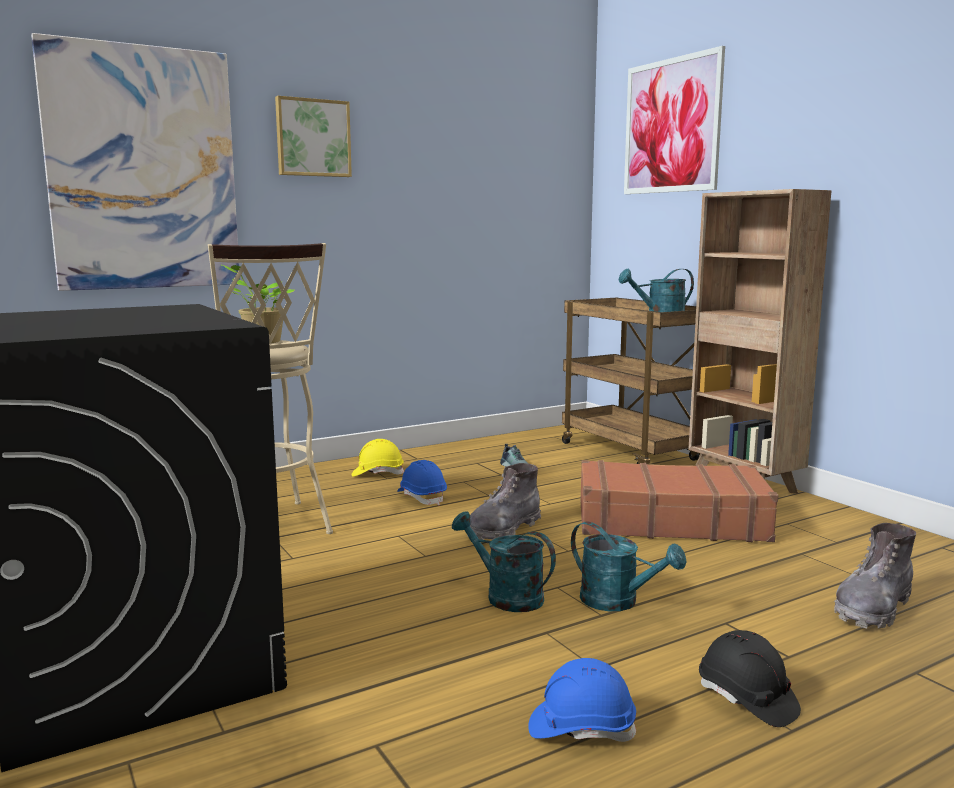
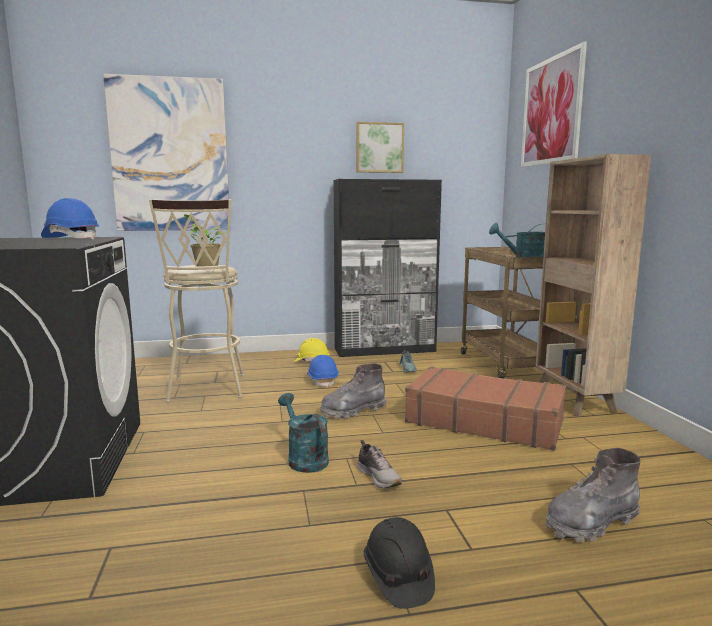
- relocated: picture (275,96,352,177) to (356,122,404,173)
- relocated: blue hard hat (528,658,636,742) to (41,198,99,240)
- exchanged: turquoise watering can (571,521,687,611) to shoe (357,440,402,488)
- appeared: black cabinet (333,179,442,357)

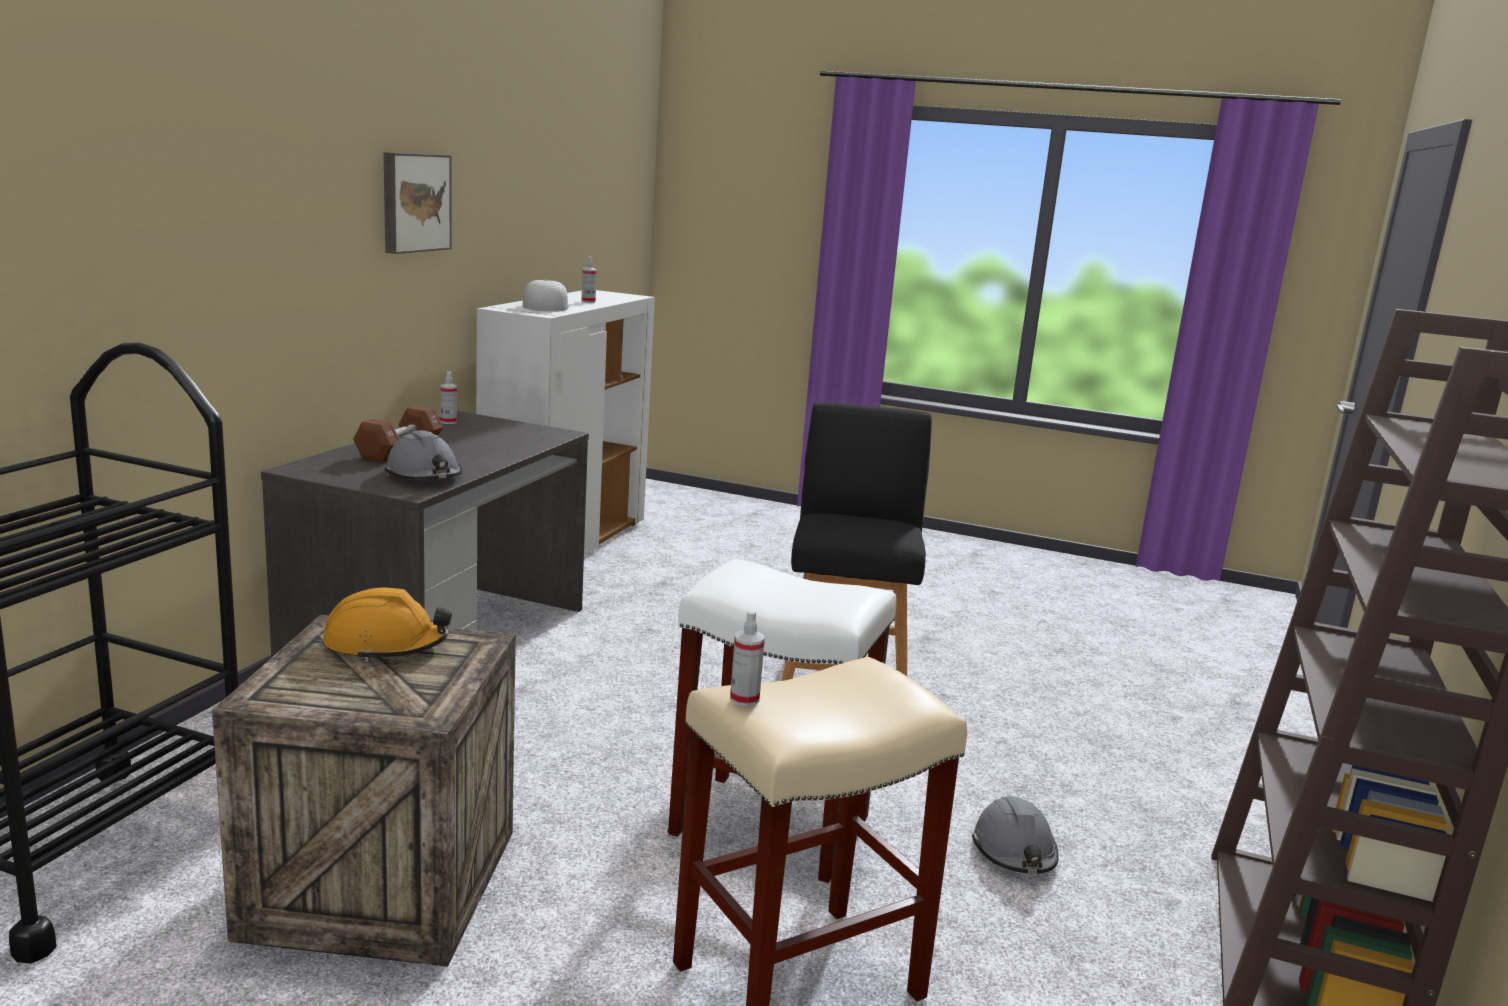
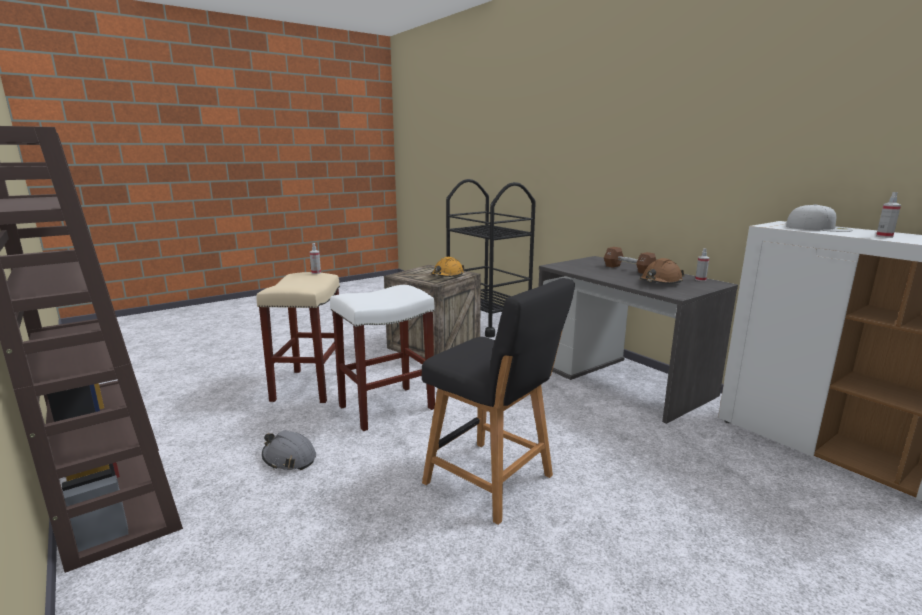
- missing: picture (384,152,452,254)
- missing: grey hard hat (385,430,462,480)
- appeared: brown hard hat (640,258,684,284)

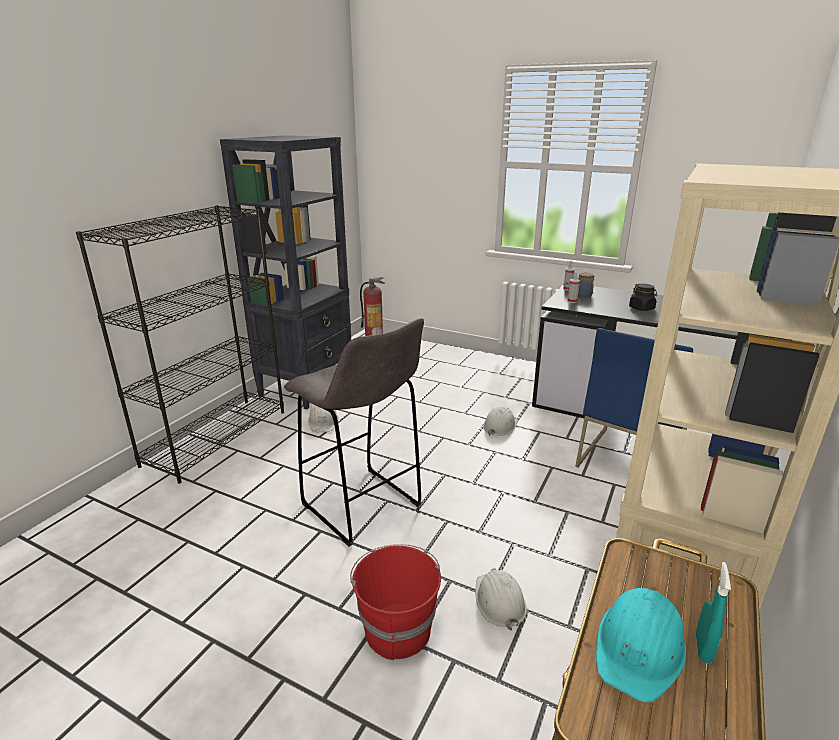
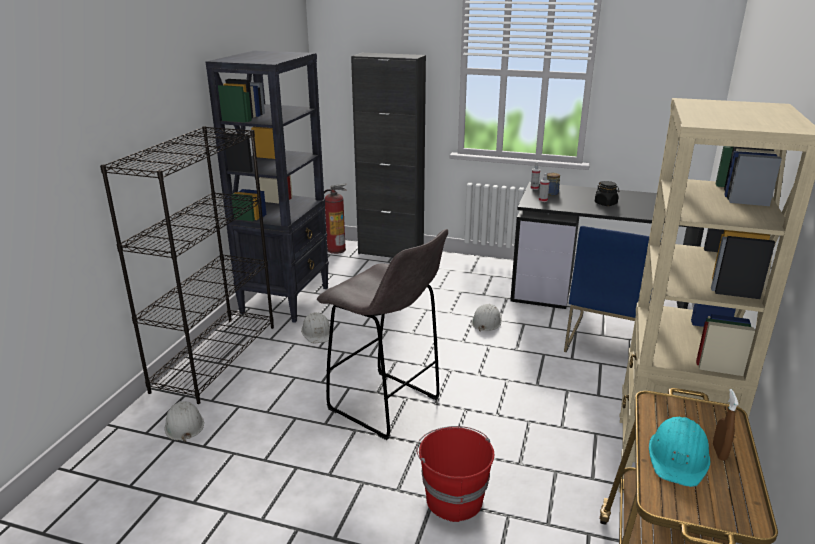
- relocated: white hard hat (476,568,527,630) to (165,401,204,442)
- colour: turquoise spray bottle (696,562,731,663) to brown spray bottle (713,389,739,461)
- appeared: black cabinet (351,53,426,258)

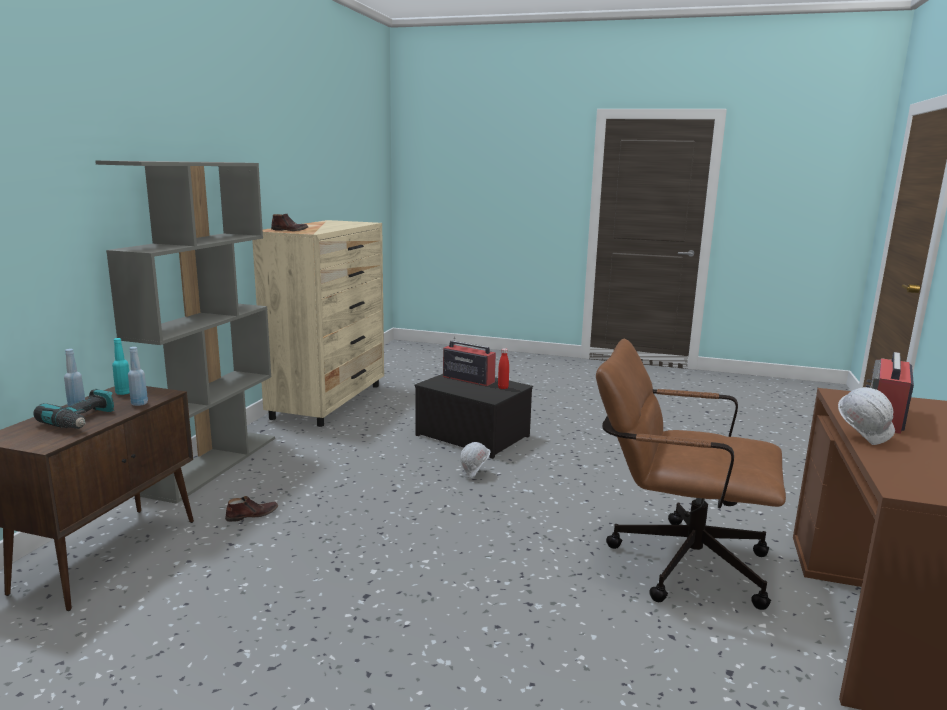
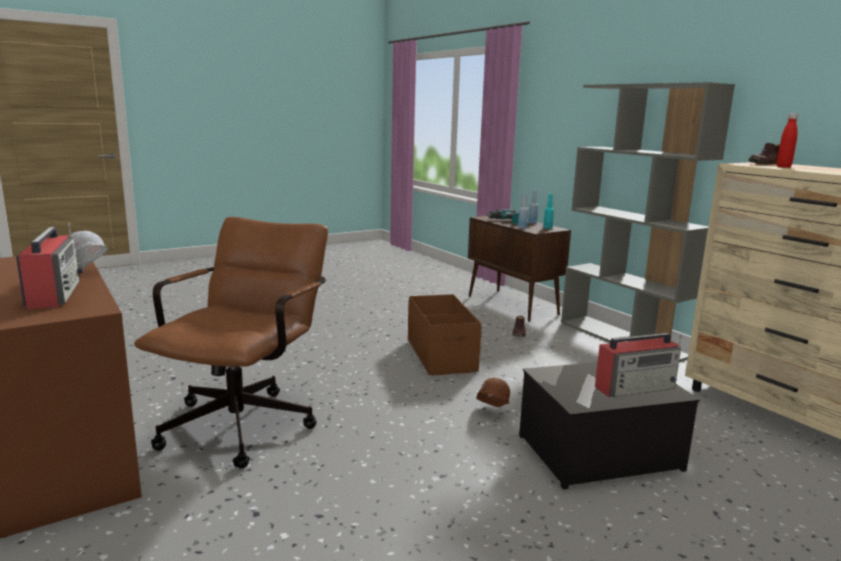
- colour: white hard hat (460,442,491,478) to brown hard hat (477,377,510,407)
- relocated: red bottle (498,348,509,389) to (777,114,798,168)
- spun: brown office chair (596,339,786,610) = (134,217,328,469) 45 degrees counterclockwise
- appeared: brown storage box (408,294,481,375)

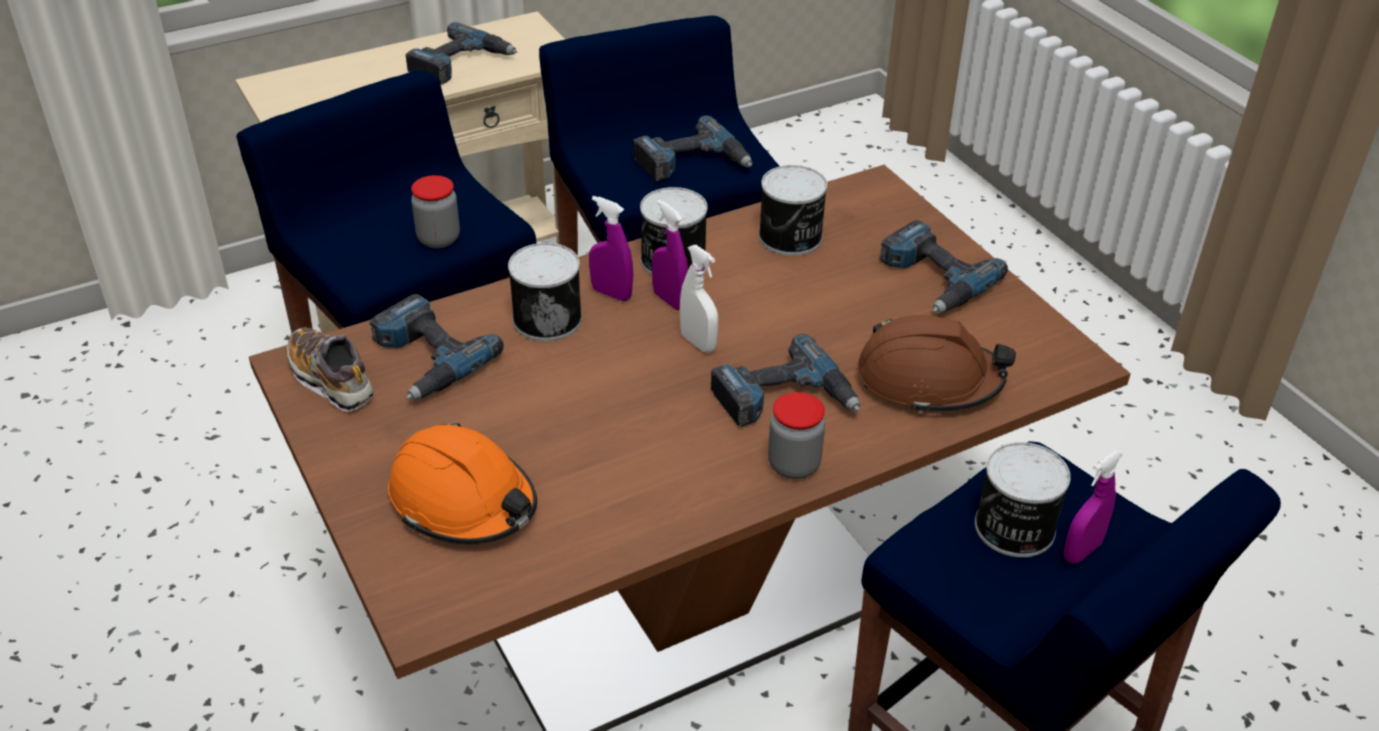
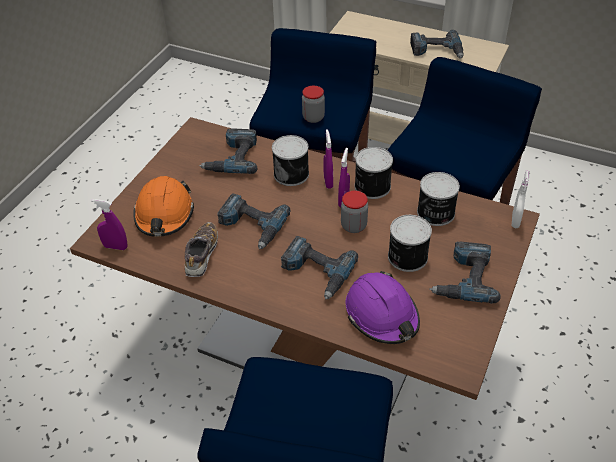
- relocated: shoe (287,328,374,412) to (185,222,218,277)
- relocated: power drill (633,115,752,181) to (217,193,290,249)
- relocated: white spray bottle (680,245,719,353) to (512,171,529,228)
- relocated: jar (768,392,825,479) to (341,191,368,233)
- colour: brown hard hat (857,315,1016,414) to purple hard hat (346,271,420,344)
- relocated: can (975,442,1071,558) to (388,215,432,272)
- relocated: purple spray bottle (1064,450,1123,564) to (91,199,128,250)

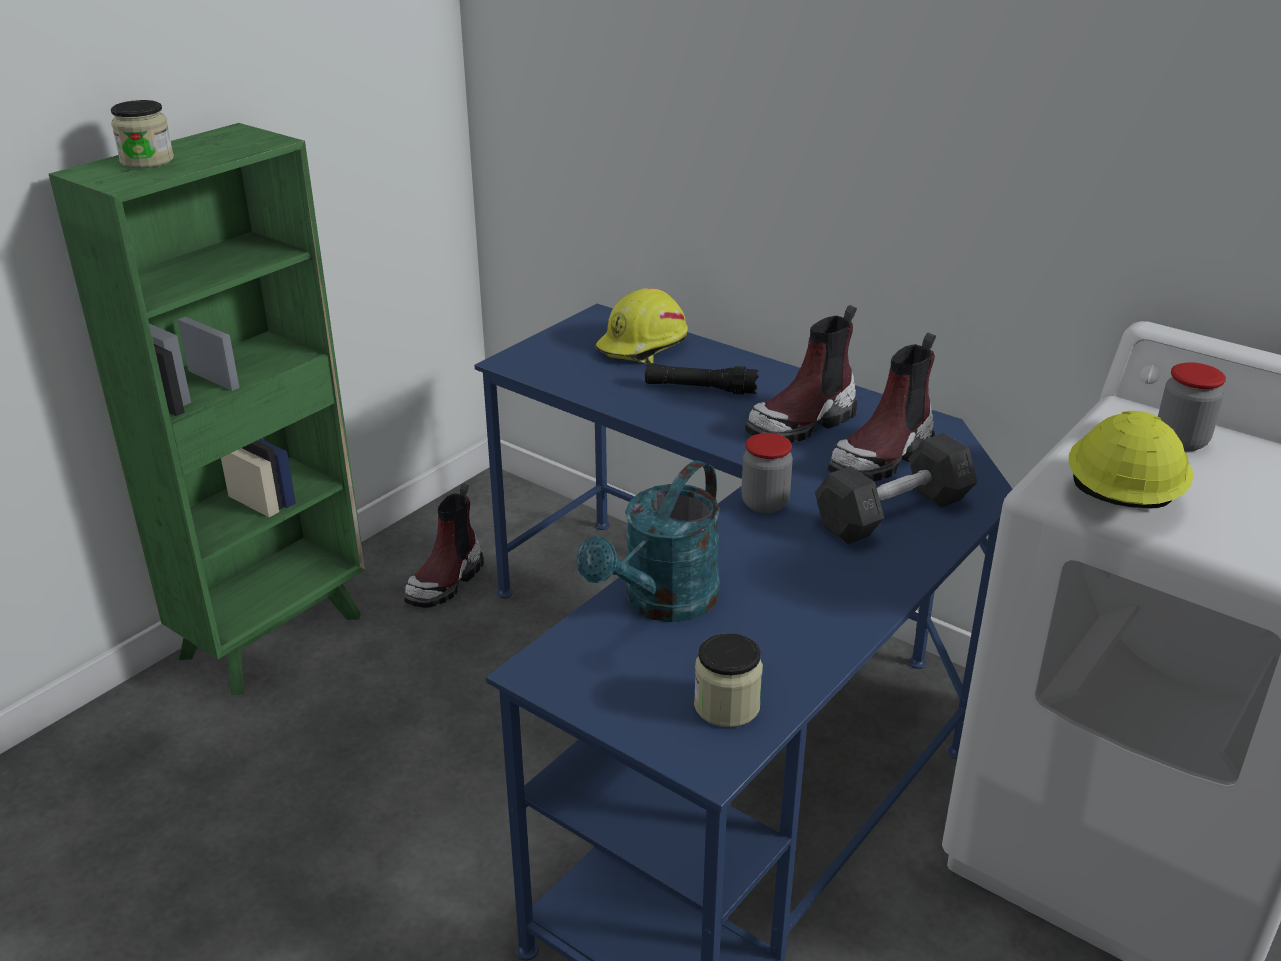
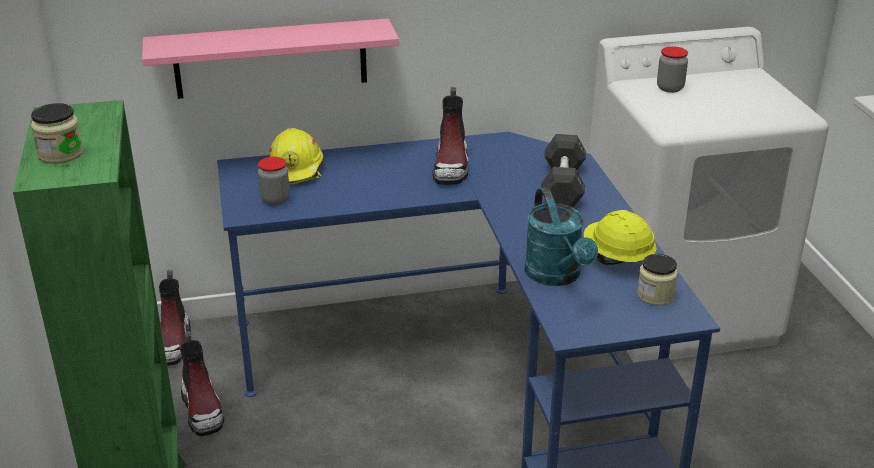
- missing: black flashlight (645,363,759,395)
- relocated: jar (741,433,793,513) to (258,157,290,205)
- relocated: boot (828,333,936,481) to (159,270,191,366)
- relocated: yellow hard hat (1069,411,1193,508) to (584,210,657,265)
- appeared: pink shelf (142,19,399,99)

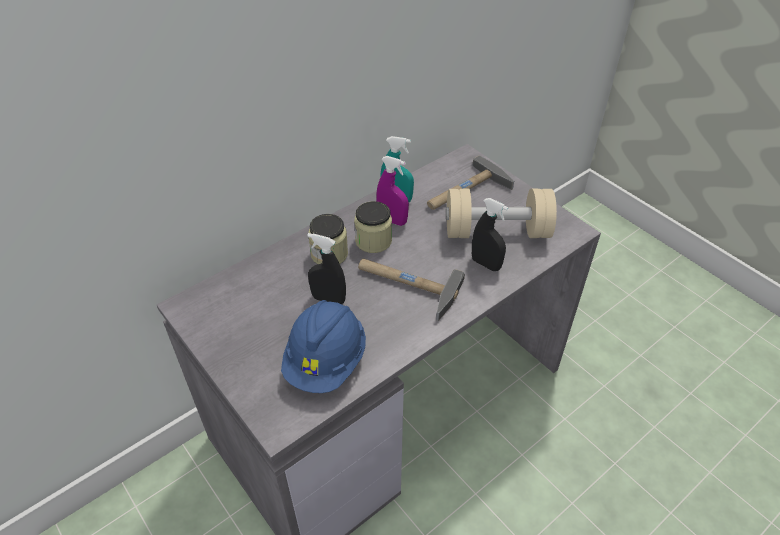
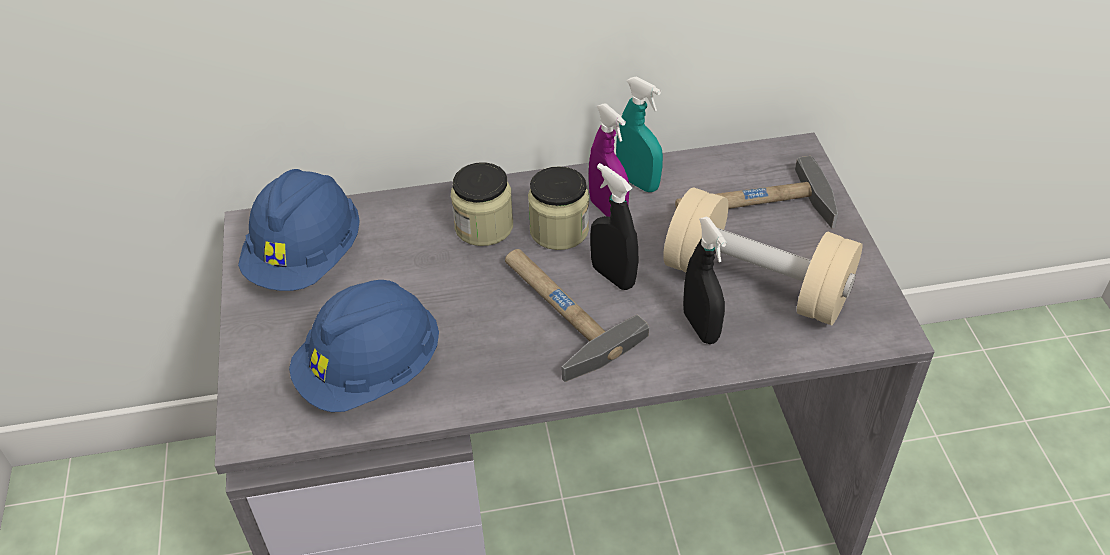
- relocated: black spray bottle (307,233,346,304) to (590,163,638,290)
- appeared: blue hard hat (238,169,360,291)

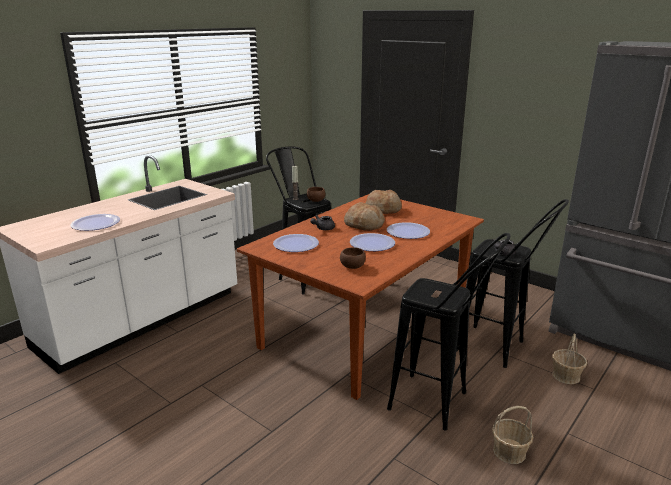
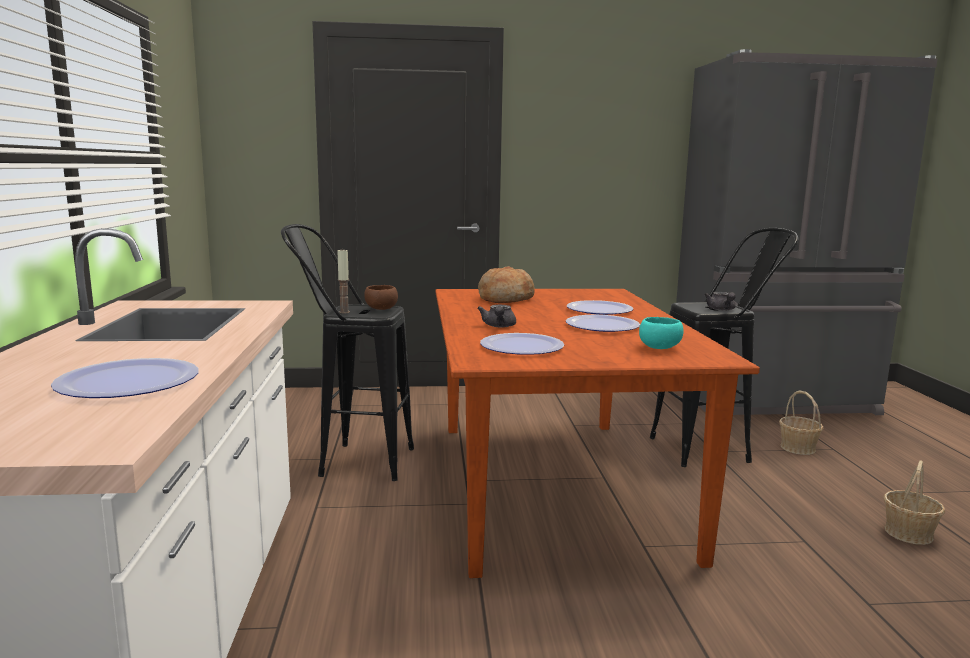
- colour: brown bowl (340,247,366,269) to turquoise bowl (639,317,684,349)
- missing: bread (344,202,385,231)
- missing: black stool (387,233,511,431)

